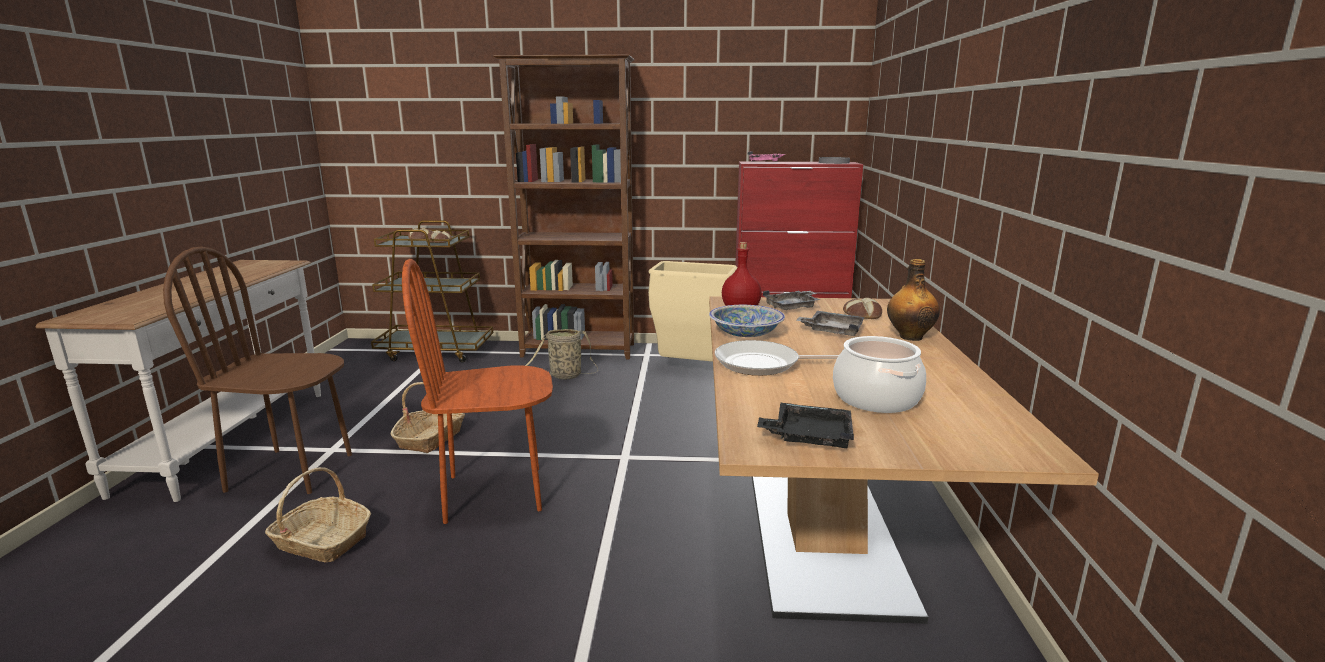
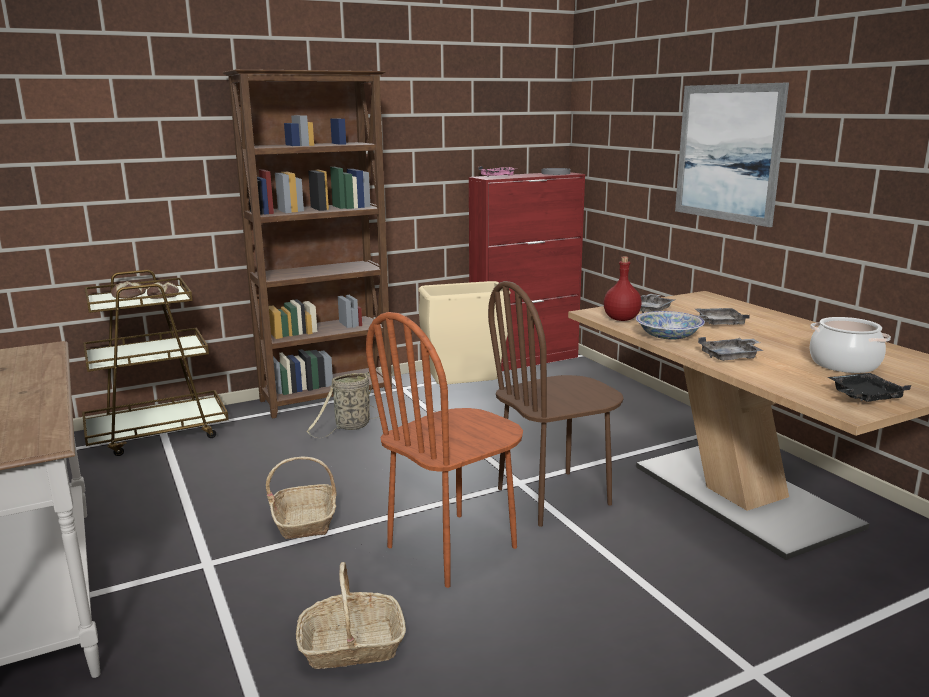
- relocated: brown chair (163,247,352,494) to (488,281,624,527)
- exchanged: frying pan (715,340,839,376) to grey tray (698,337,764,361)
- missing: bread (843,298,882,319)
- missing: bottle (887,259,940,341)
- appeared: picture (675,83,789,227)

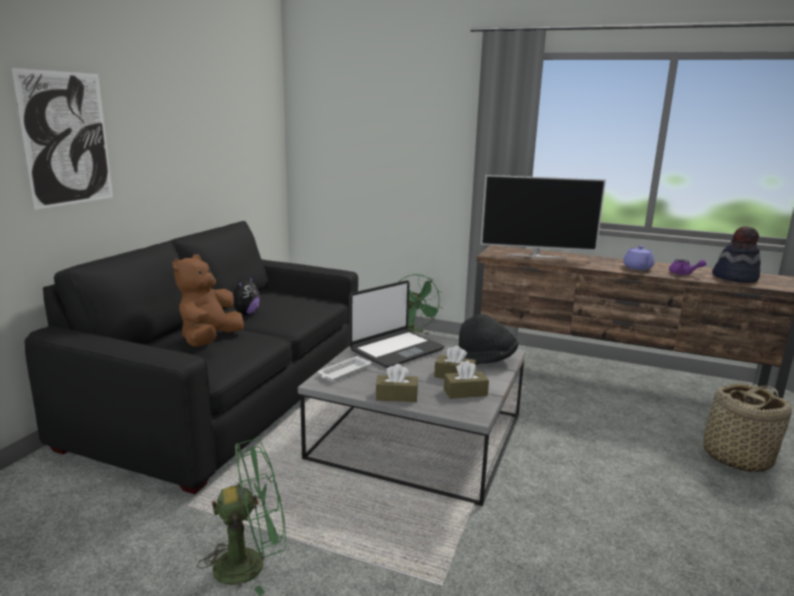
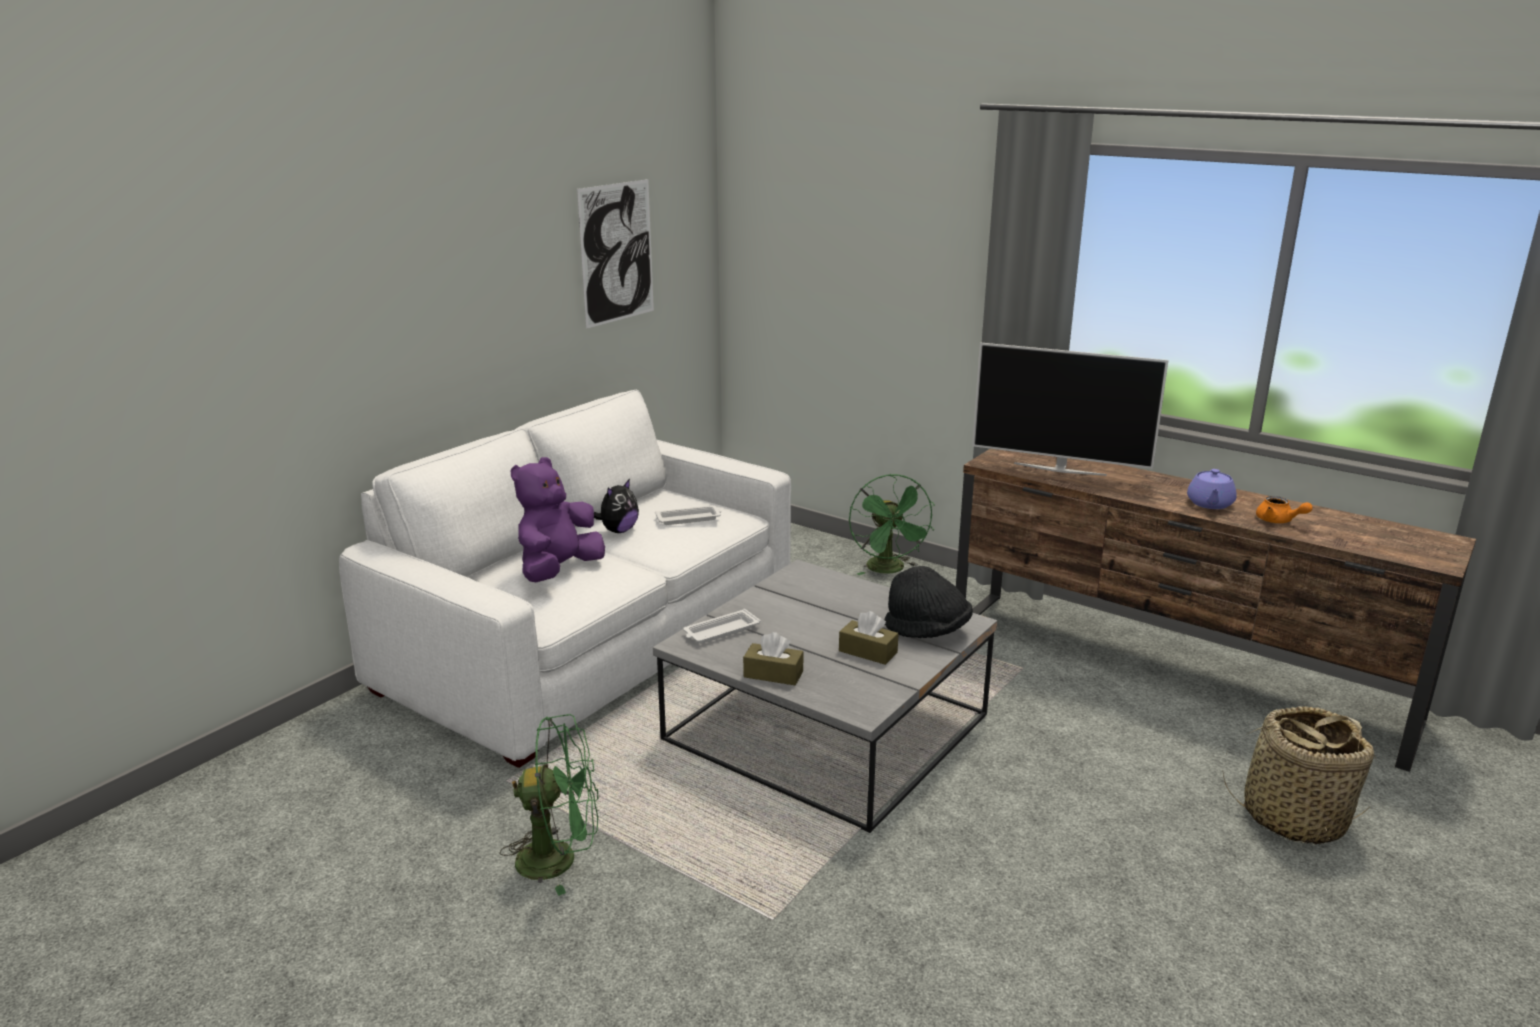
- relocated: picture (11,68,113,210) to (577,179,654,329)
- colour: black sofa (25,221,358,494) to white sofa (339,390,791,768)
- colour: brown plush toy (172,254,244,347) to purple plush toy (511,457,605,582)
- missing: laptop (349,280,445,368)
- missing: brown tissue box (444,361,489,399)
- colour: purple teapot (669,259,706,275) to orange teapot (1256,496,1313,523)
- missing: hat (712,226,761,283)
- appeared: white tray (655,505,722,525)

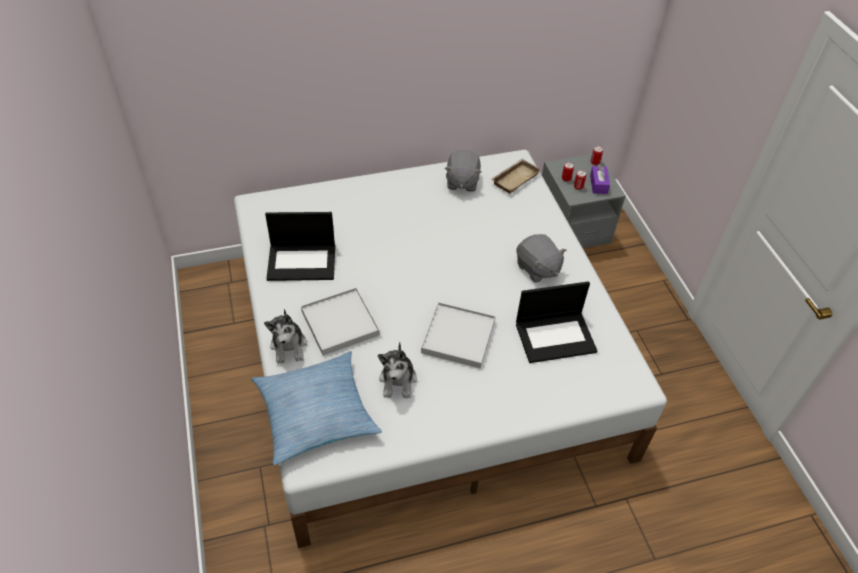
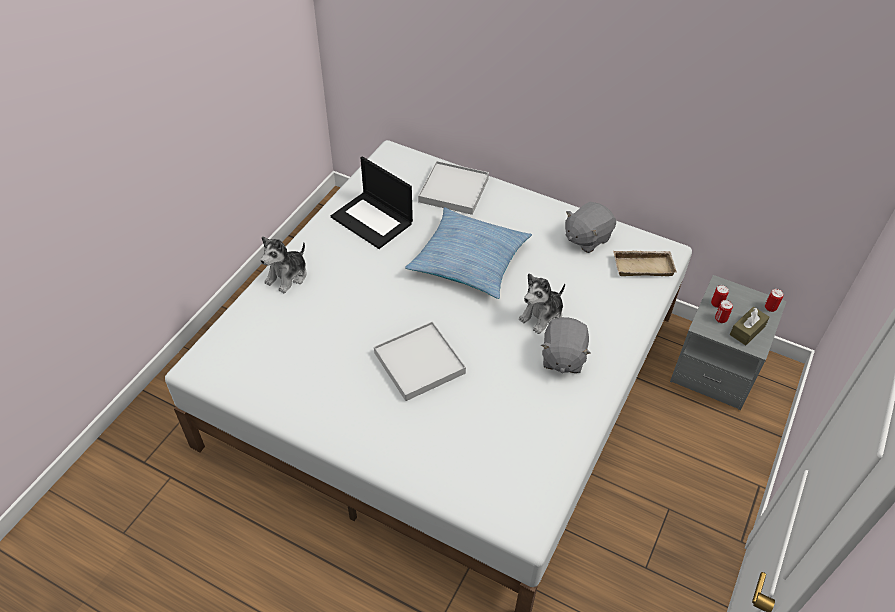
- relocated: pillow (251,351,382,465) to (405,207,532,299)
- relocated: white tray (301,288,380,356) to (418,161,489,215)
- relocated: plush toy (378,342,417,399) to (519,273,565,334)
- missing: laptop (516,281,597,363)
- colour: purple tissue box (590,165,610,194) to brown tissue box (730,307,770,345)

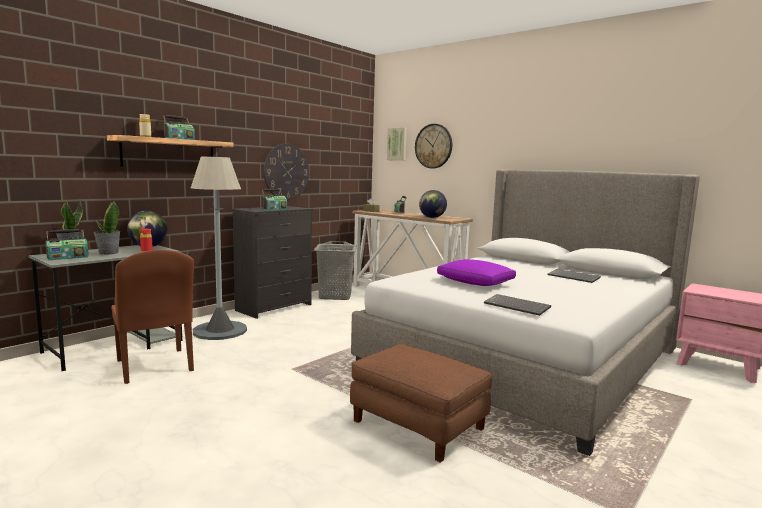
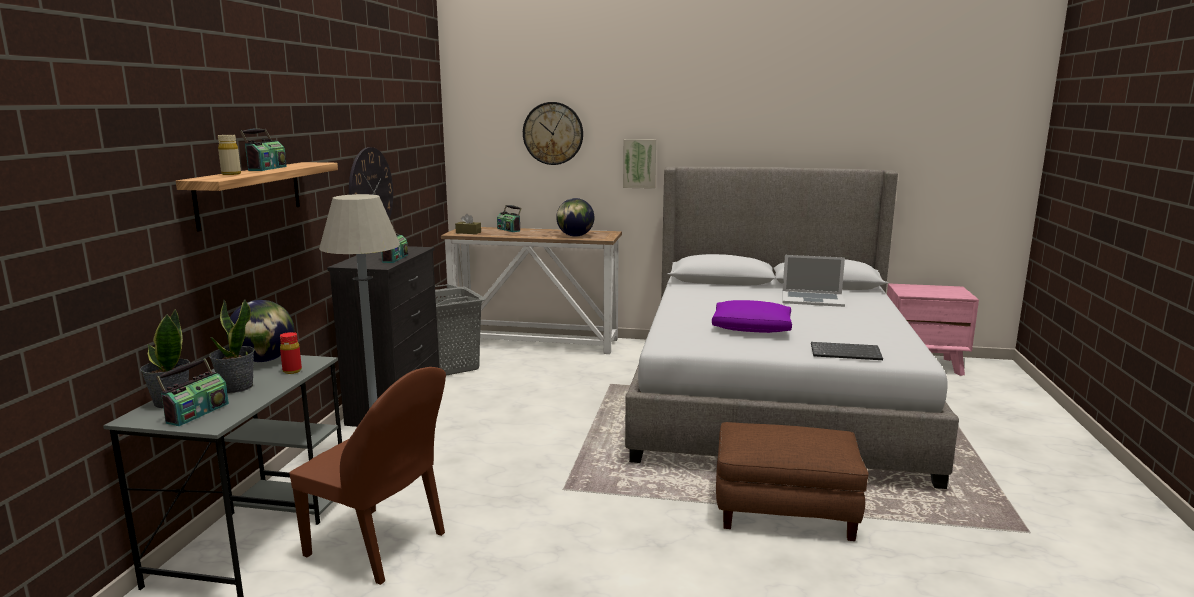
- relocated: picture (387,128,407,161) to (623,139,656,189)
- exchanged: keyboard (547,269,601,283) to laptop (782,255,845,307)

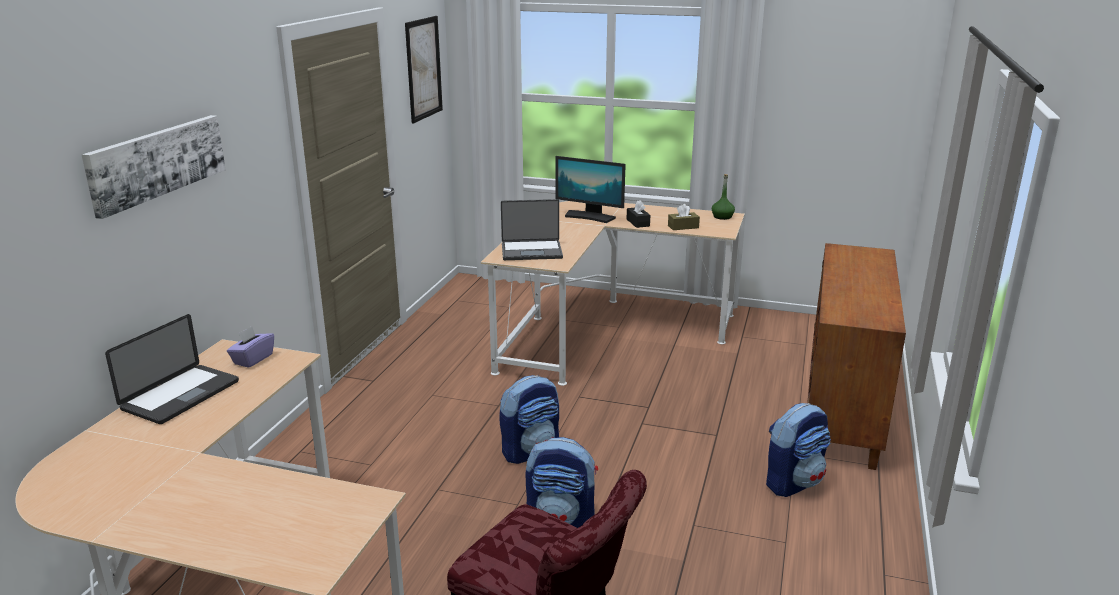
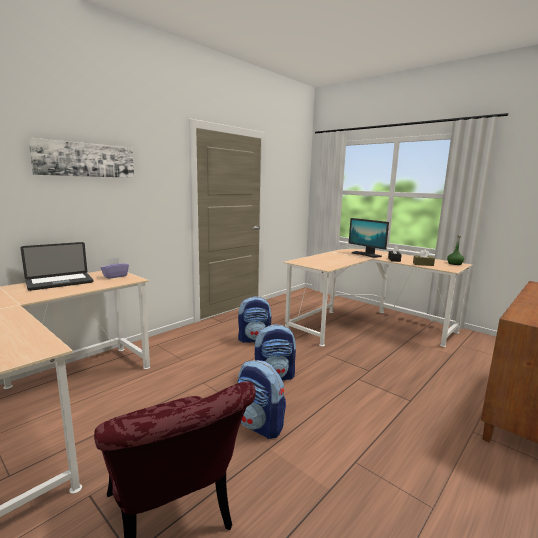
- missing: picture (405,16,443,123)
- missing: laptop (501,199,563,260)
- relocated: backpack (766,403,831,497) to (238,297,272,343)

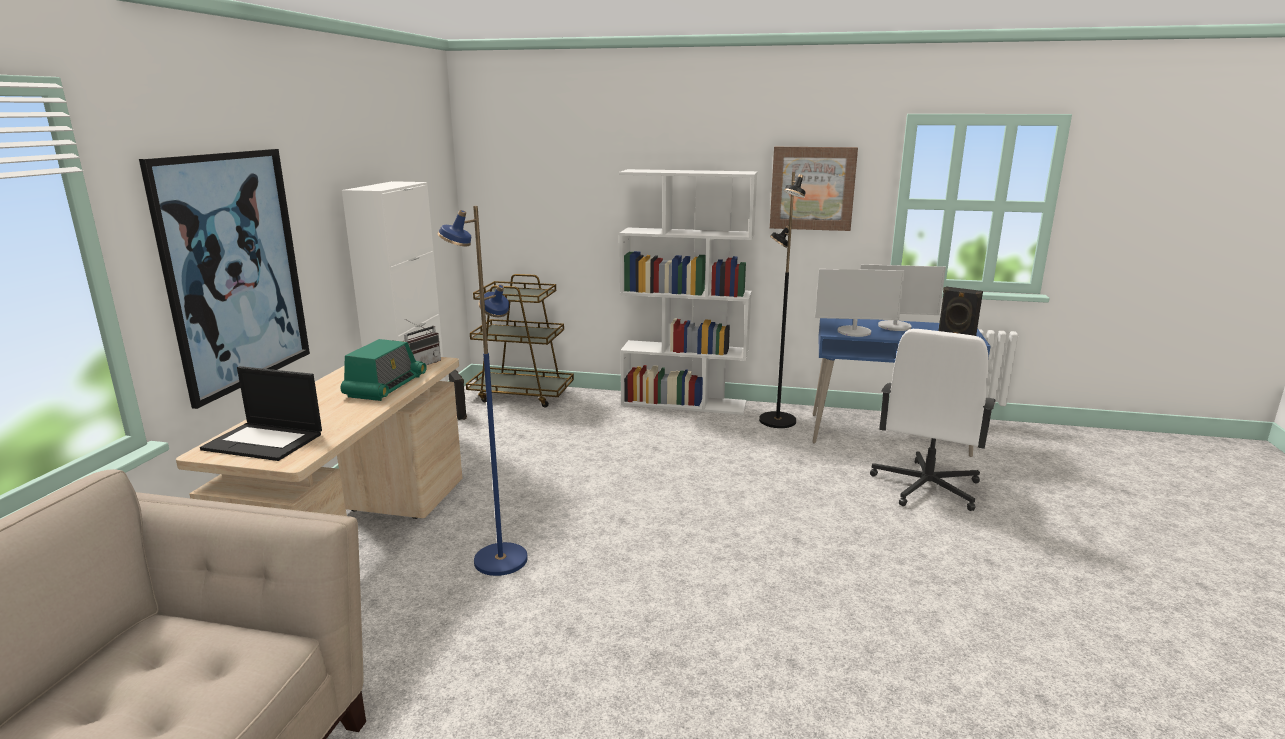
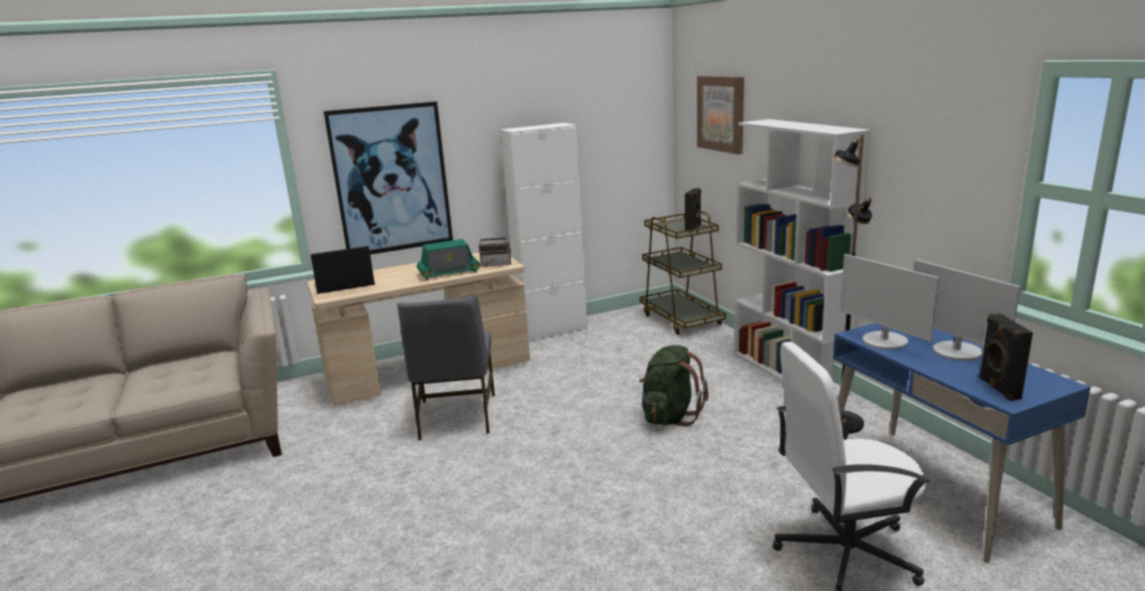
- spun: laptop (200,366,322,461) = (310,246,375,294) 90 degrees clockwise
- exchanged: blue floor lamp (437,206,528,576) to grey chair (397,296,495,440)
- relocated: black speaker (449,370,467,420) to (685,188,701,232)
- relocated: picture (770,147,858,231) to (697,76,744,154)
- appeared: green backpack (639,345,709,426)

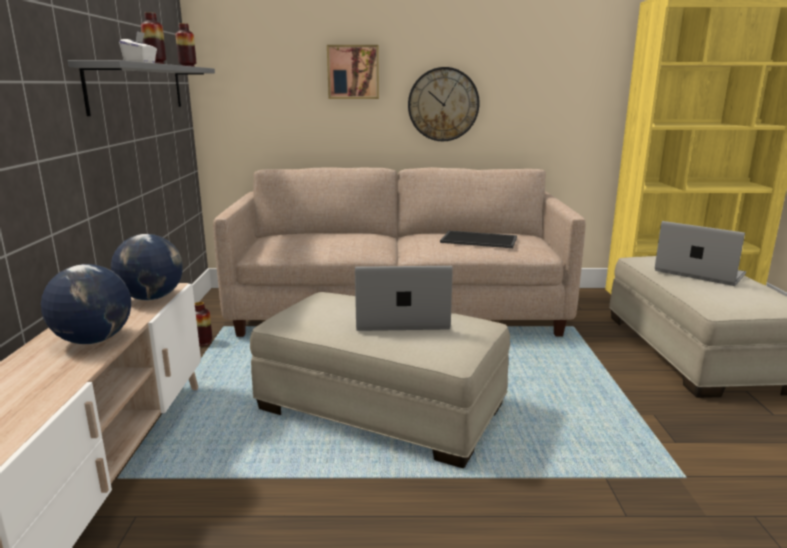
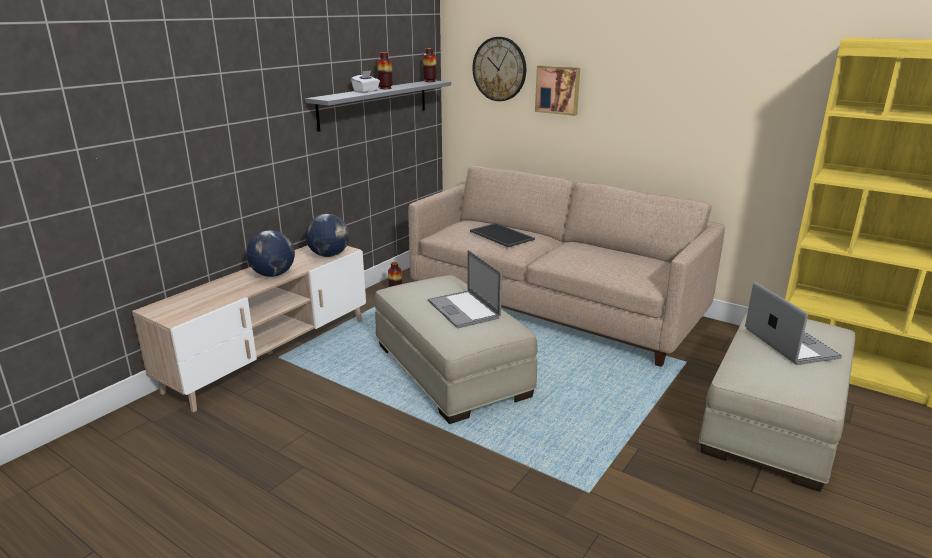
- spun: laptop (355,266,453,331) = (428,250,502,328) 150 degrees counterclockwise
- relocated: wall clock (408,67,480,141) to (473,37,526,101)
- relocated: tray (440,231,517,248) to (470,223,535,247)

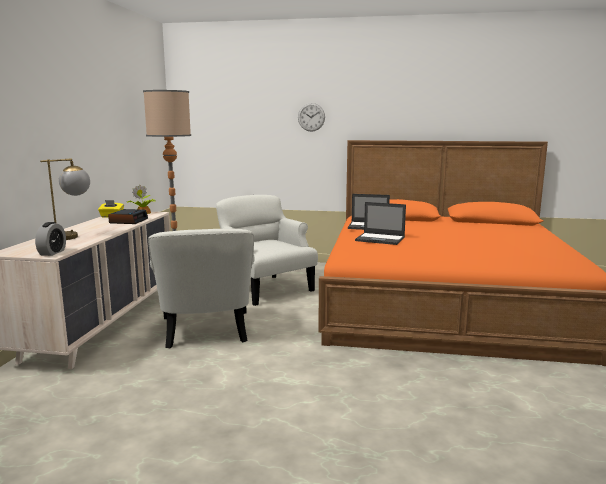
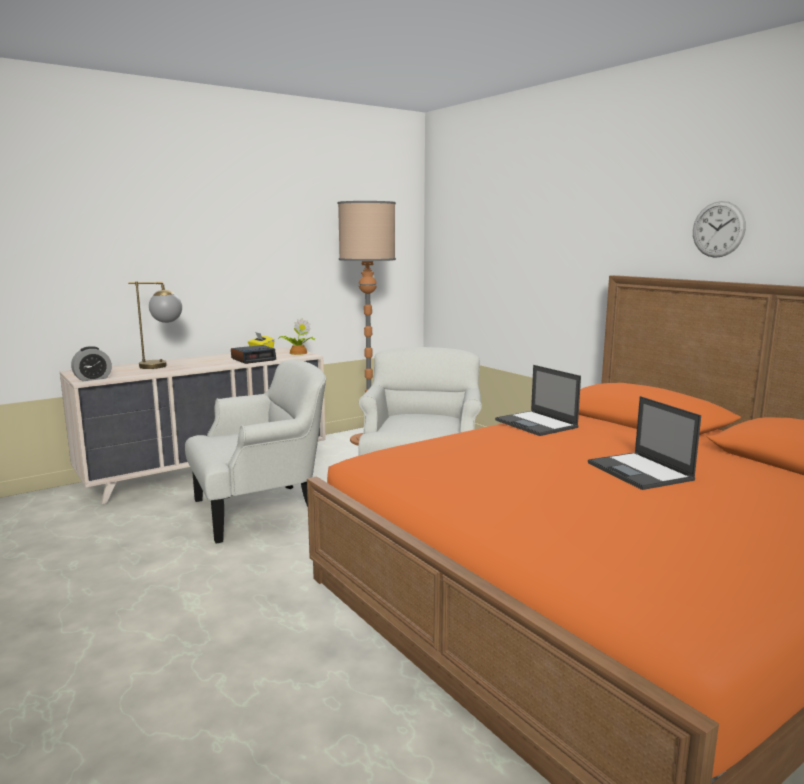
- spun: white armchair (148,229,255,348) = (185,360,326,544) 150 degrees counterclockwise
- relocated: wall clock (298,103,325,132) to (693,201,746,258)
- relocated: laptop (355,202,406,245) to (588,396,701,490)

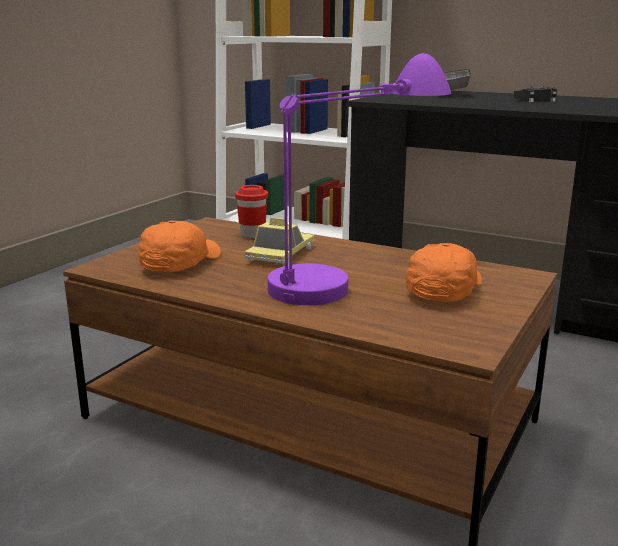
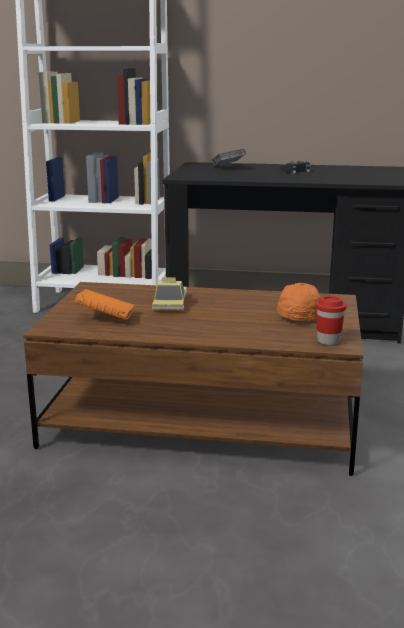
- exchanged: orange cap (138,221,221,272) to orange book (75,289,135,320)
- relocated: red cup (235,185,268,238) to (315,296,347,345)
- missing: purple table lamp (268,53,452,305)

